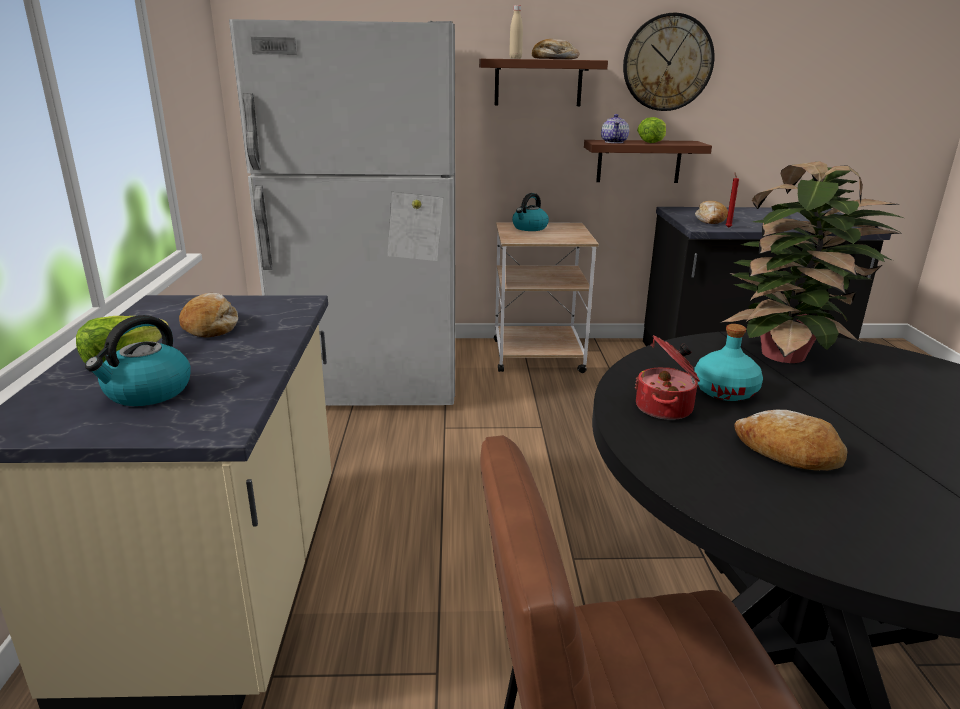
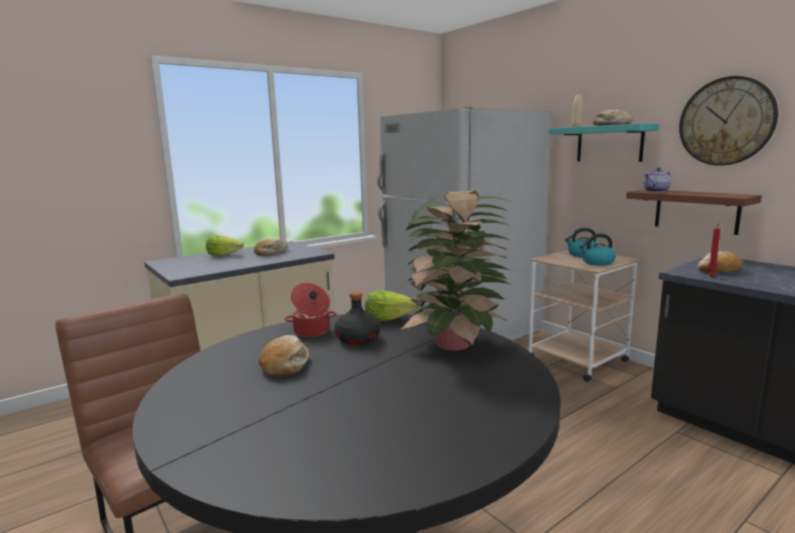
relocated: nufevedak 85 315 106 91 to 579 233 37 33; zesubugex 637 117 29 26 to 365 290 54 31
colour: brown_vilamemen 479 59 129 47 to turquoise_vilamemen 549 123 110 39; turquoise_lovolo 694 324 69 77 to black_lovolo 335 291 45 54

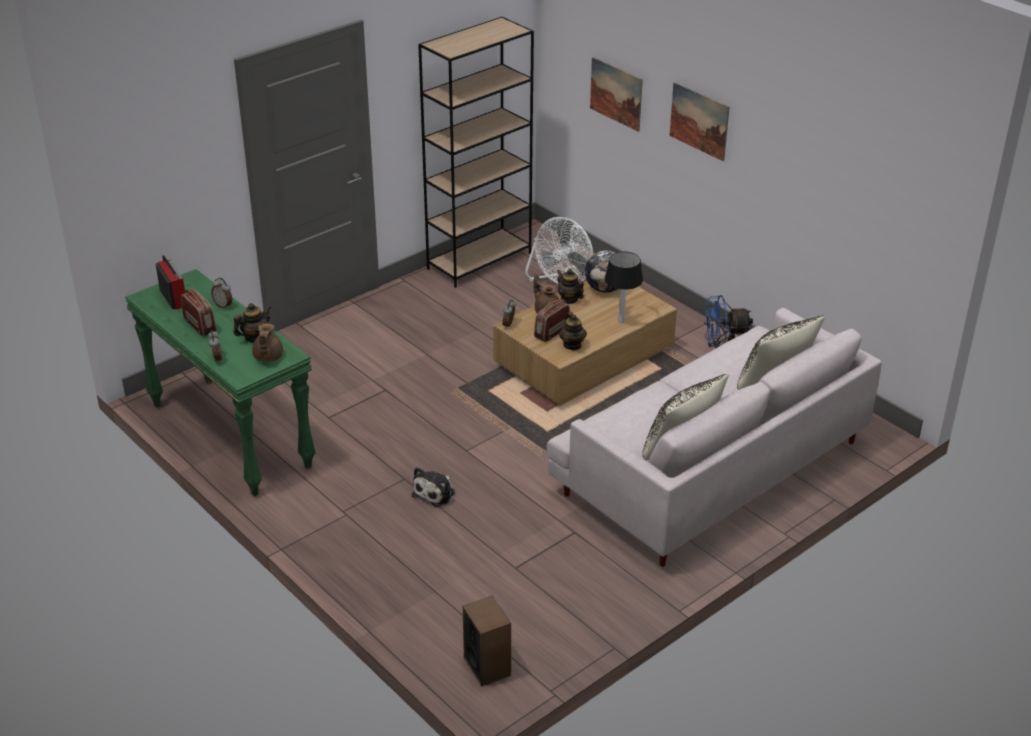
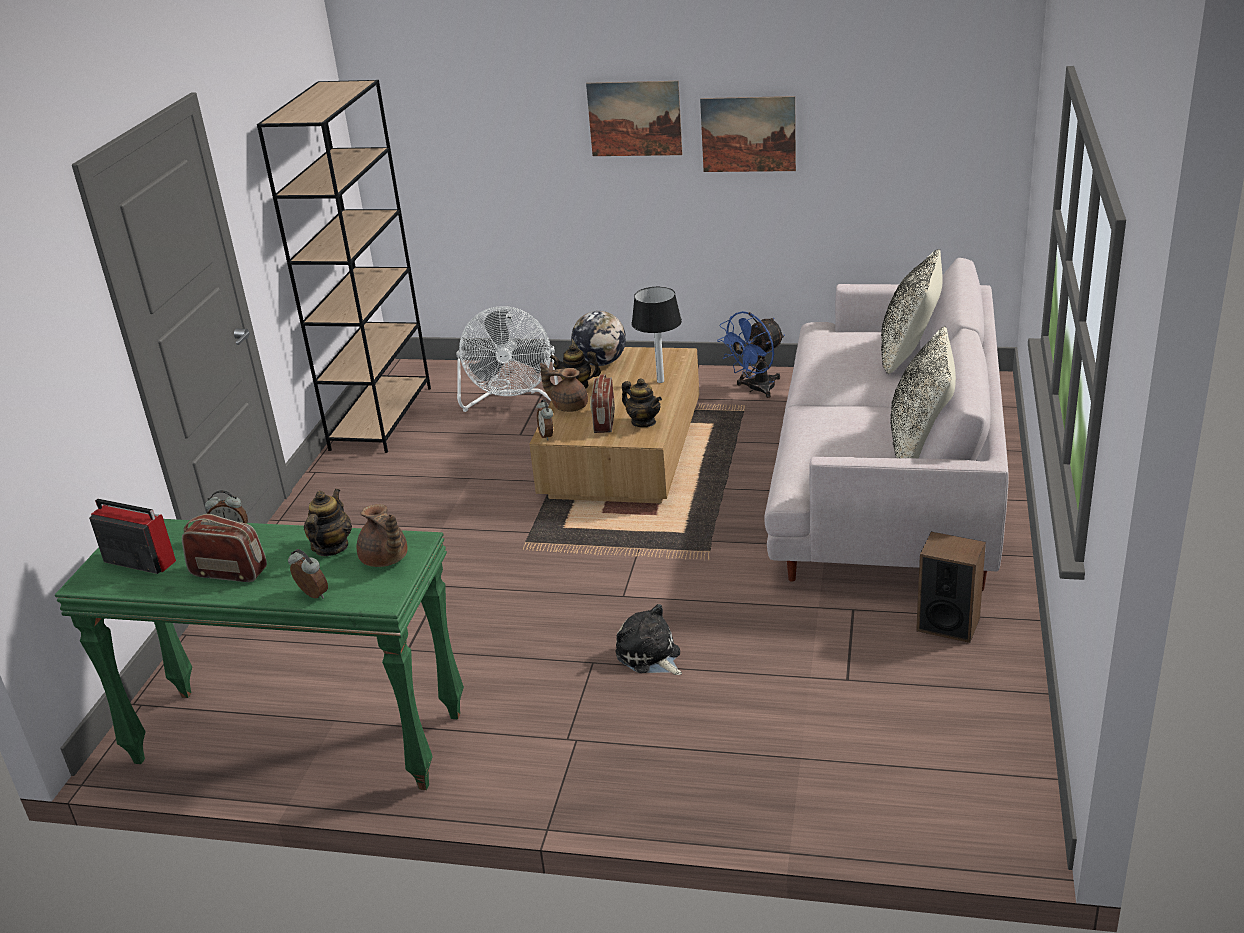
relocated: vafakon 463 595 48 91 to 916 532 70 111; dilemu 590 57 53 75 to 700 96 96 76
spun: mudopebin 412 467 43 40 = 615 604 67 71 150 degrees clockwise

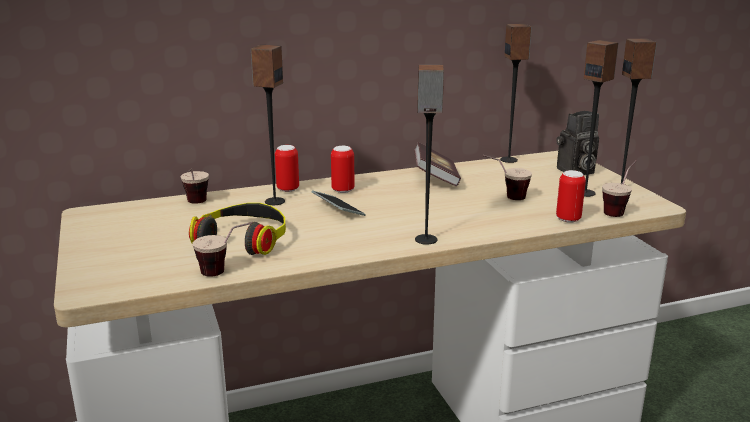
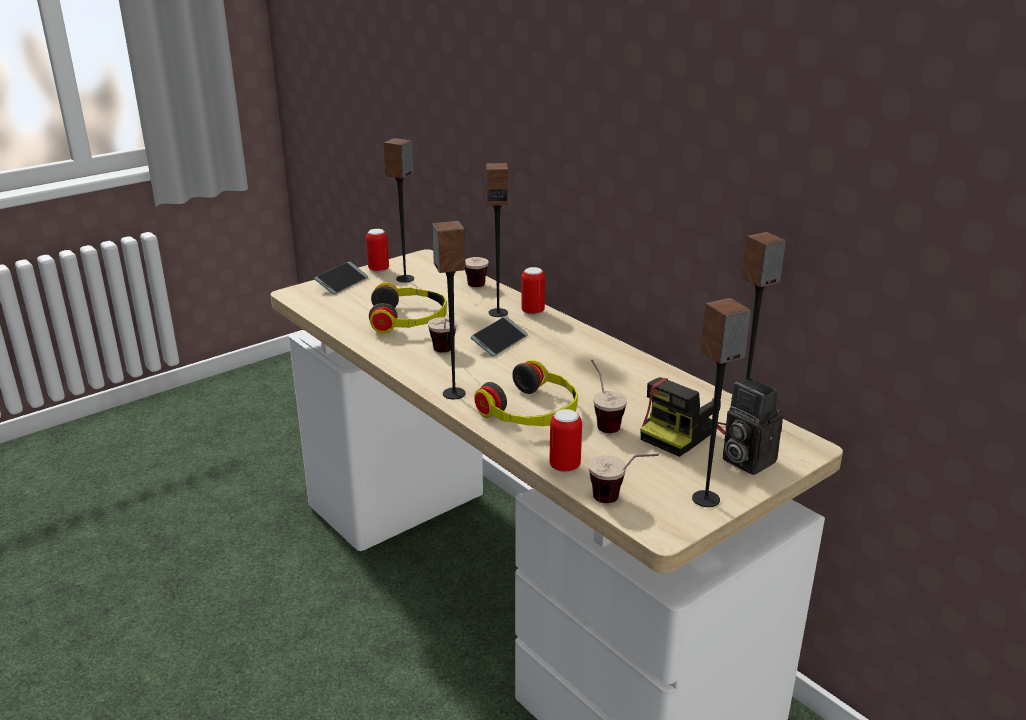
missing: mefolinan 414 142 47 44
appeared: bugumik 314 261 54 34; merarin 474 360 104 66; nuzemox 640 377 86 80
relocated: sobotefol 192 222 61 55 to 428 317 29 35; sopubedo 331 146 24 47 to 366 229 23 43; vafakon 584 40 34 157 to 384 138 30 145

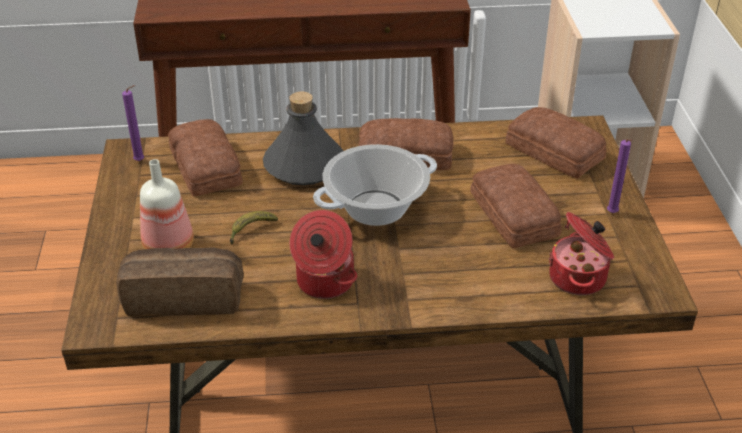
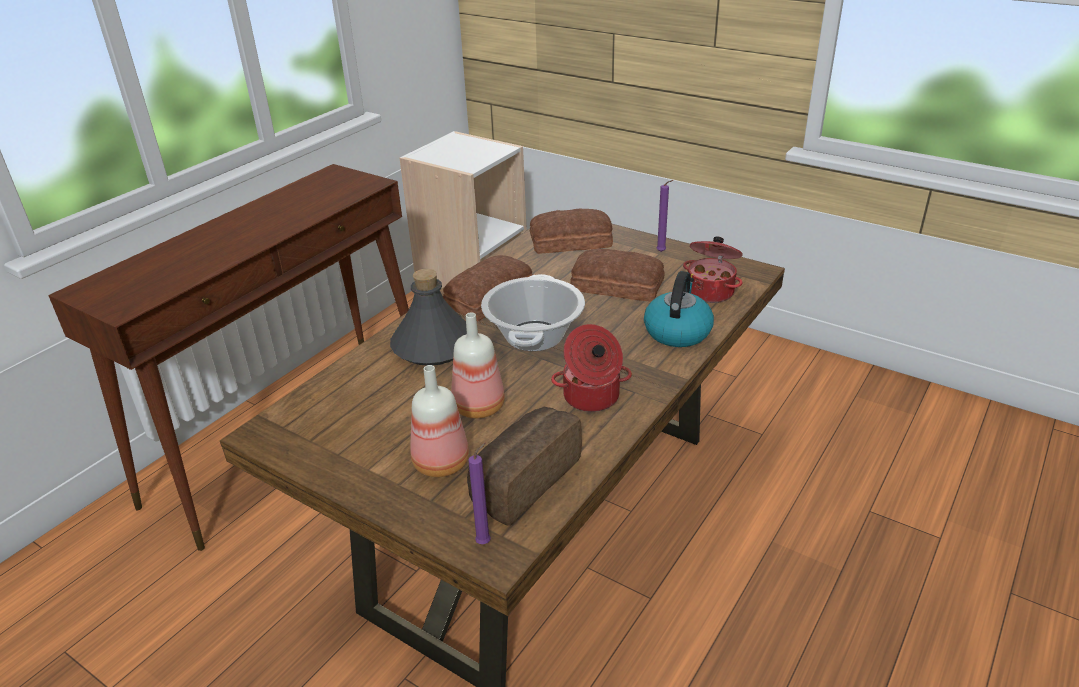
missing: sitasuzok 168 119 75 78
appeared: nufevedak 644 271 70 76
relocated: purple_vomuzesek 122 85 22 76 to 468 443 23 101
exchanged: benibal 230 211 48 33 to lovolo 451 312 54 106

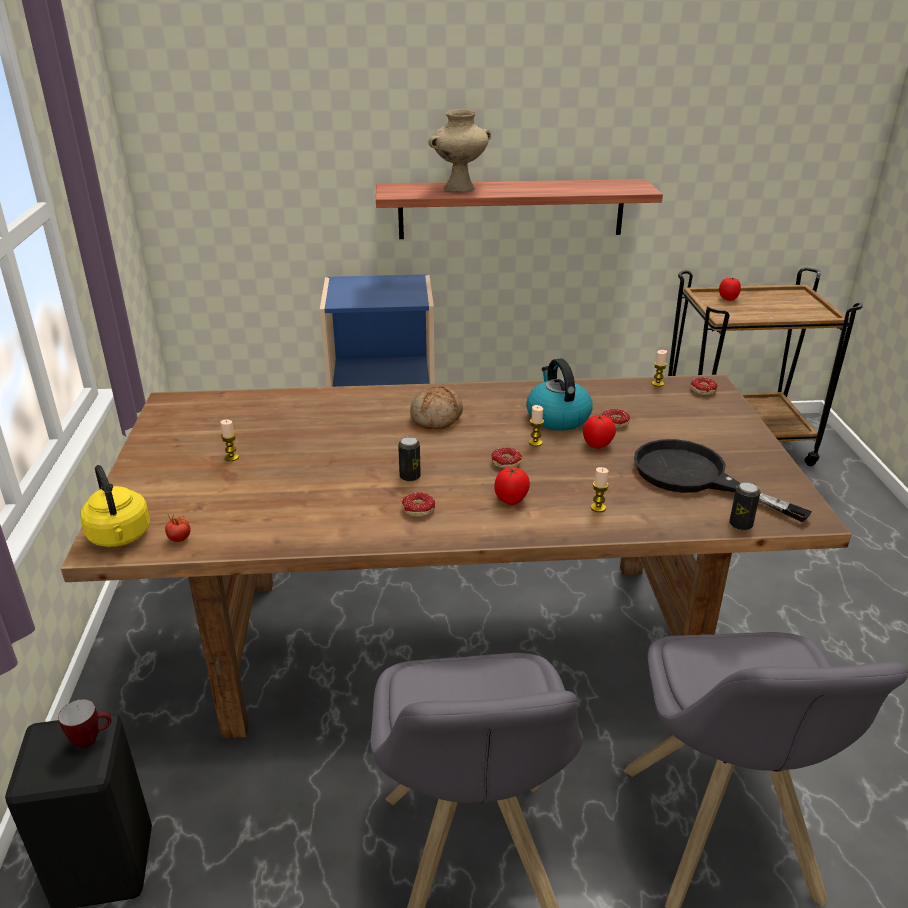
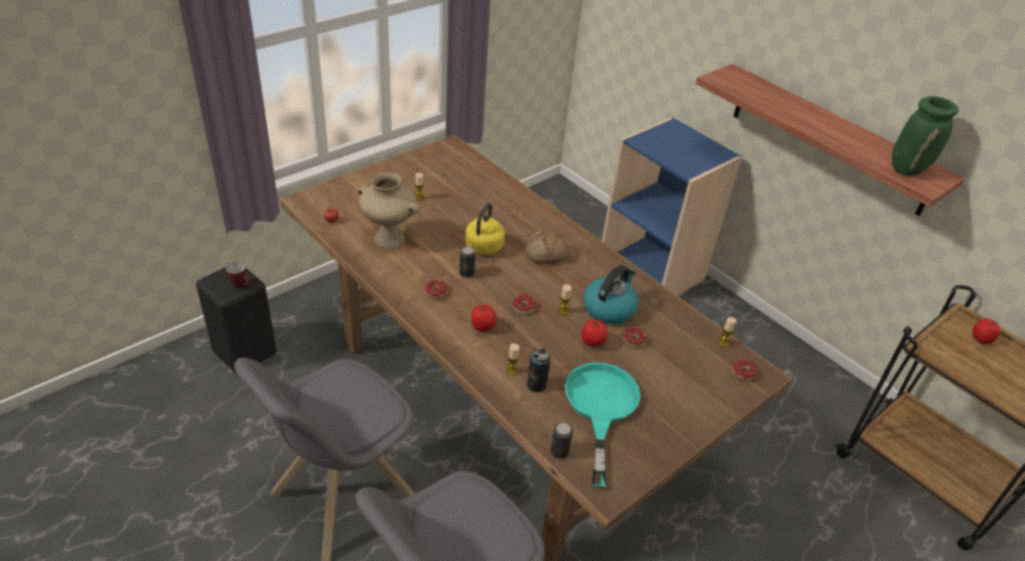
appeared: sopubedo 527 348 24 44; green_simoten 892 96 67 80
relocated: yellow_nufevedak 80 465 70 82 to 465 203 40 52; beige_simoten 428 110 63 82 to 358 172 62 77
colour: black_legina 634 439 178 83 to turquoise_legina 565 363 76 124

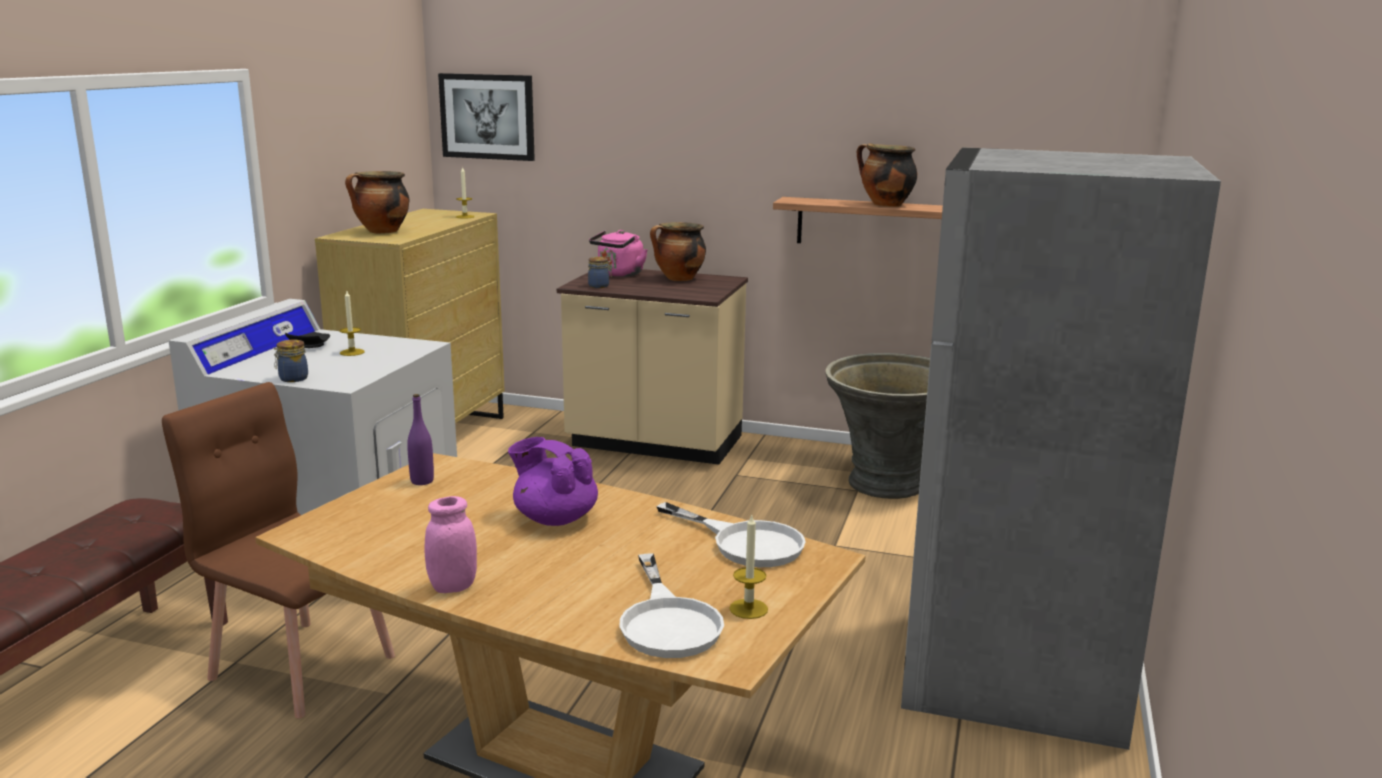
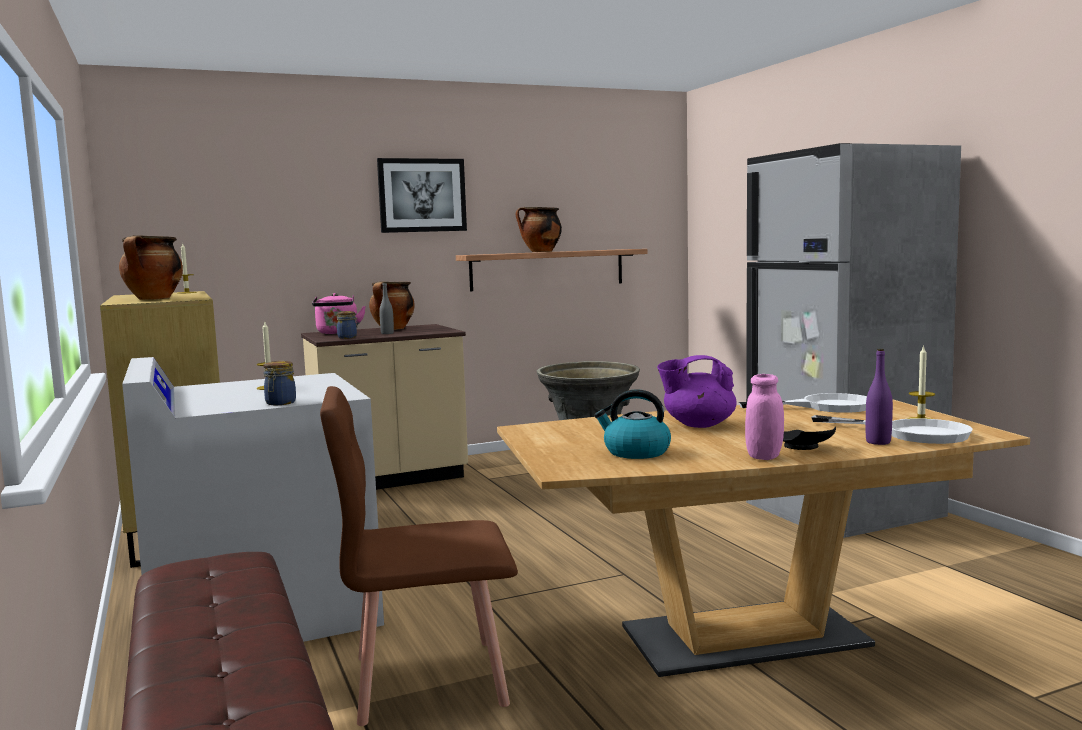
appeared: grey_lovolo 379 282 15 52; nufevedak 594 389 77 70
relocated: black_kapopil 285 332 45 16 to 783 427 53 23; purple_lovolo 407 394 27 91 to 866 349 27 96; dilemu 438 73 97 88 to 377 158 90 75

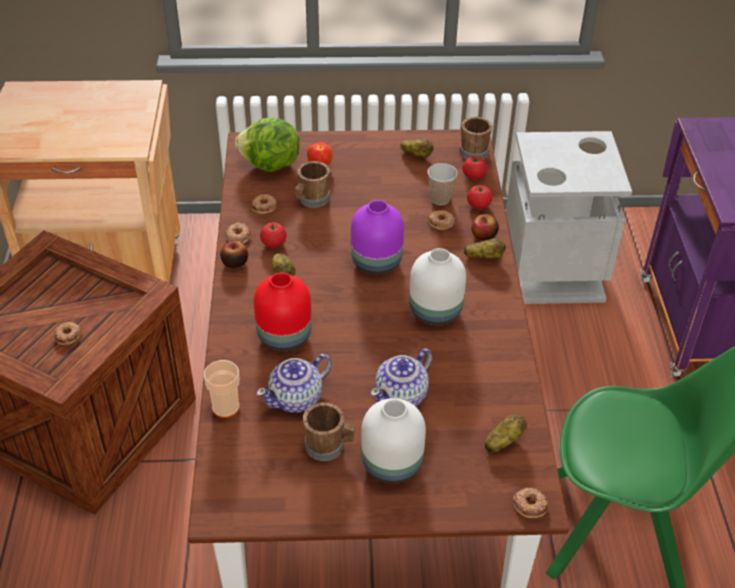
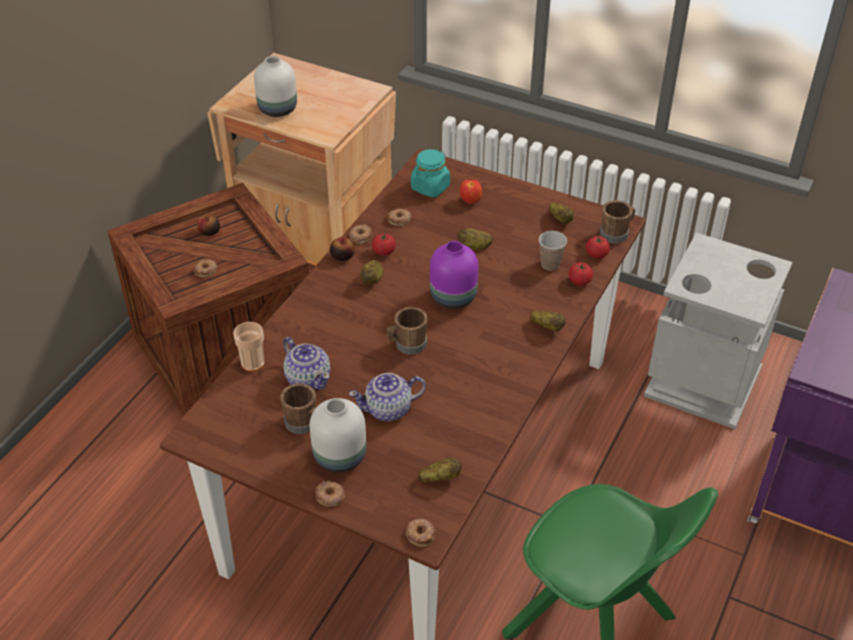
missing: red_simoten 254 272 58 79
appeared: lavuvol 457 228 35 22
relocated: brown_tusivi 295 161 35 47 to 387 307 41 47; white_simoten 409 248 57 78 to 254 56 43 61; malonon 428 210 27 20 to 315 480 30 27; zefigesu 471 214 28 27 to 197 214 23 22
exchanged: zesubugex 235 118 65 54 to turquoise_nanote 411 149 39 48
spun: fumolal 256 354 76 59 = 283 337 48 53 120 degrees counterclockwise

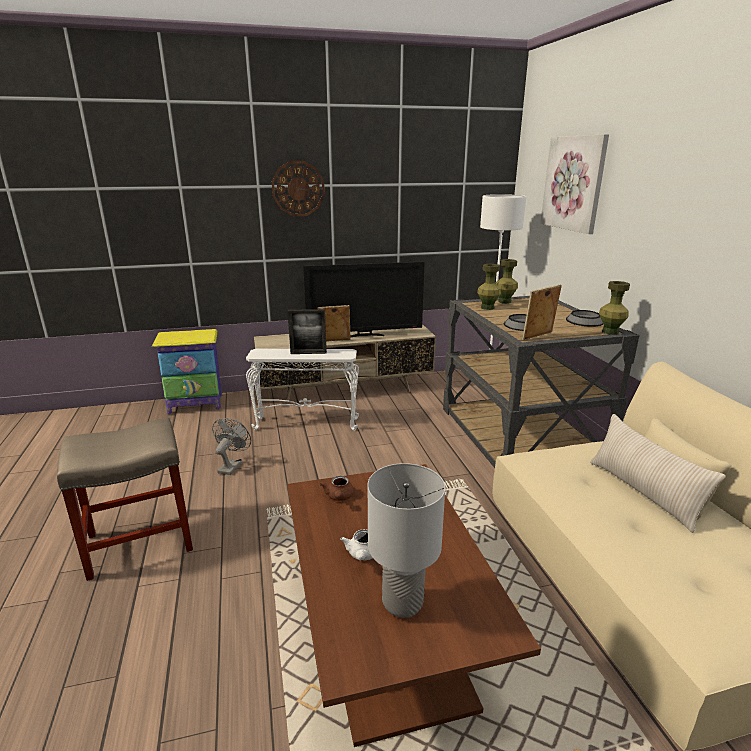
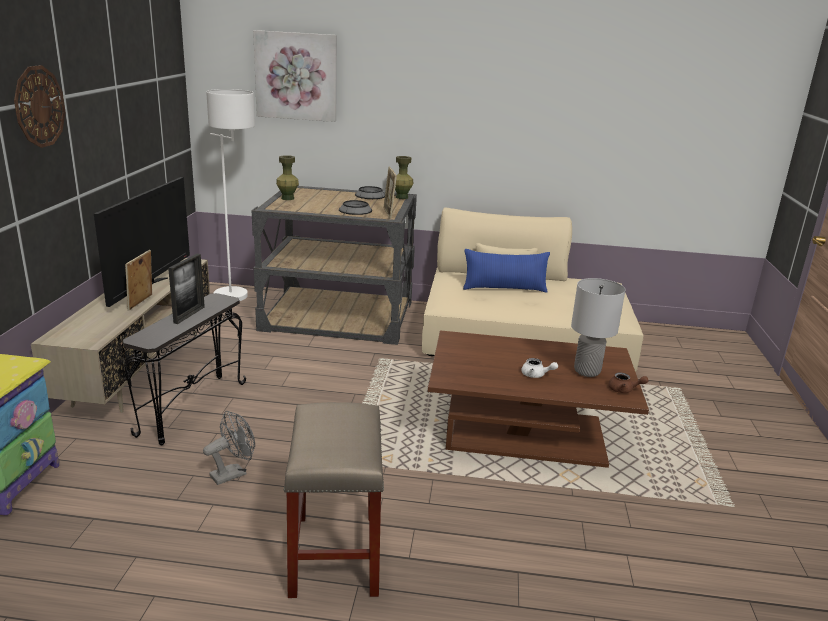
missing: green_simoten 477 264 24 46
relocated: brown_fumolal 320 476 34 25 to 608 373 41 20
colour: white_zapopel 246 349 113 82 to black_zapopel 123 293 123 153; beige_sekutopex 590 414 136 119 to blue_sekutopex 463 249 87 44
spun: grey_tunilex 212 418 39 57 = 203 411 52 74 105 degrees clockwise

